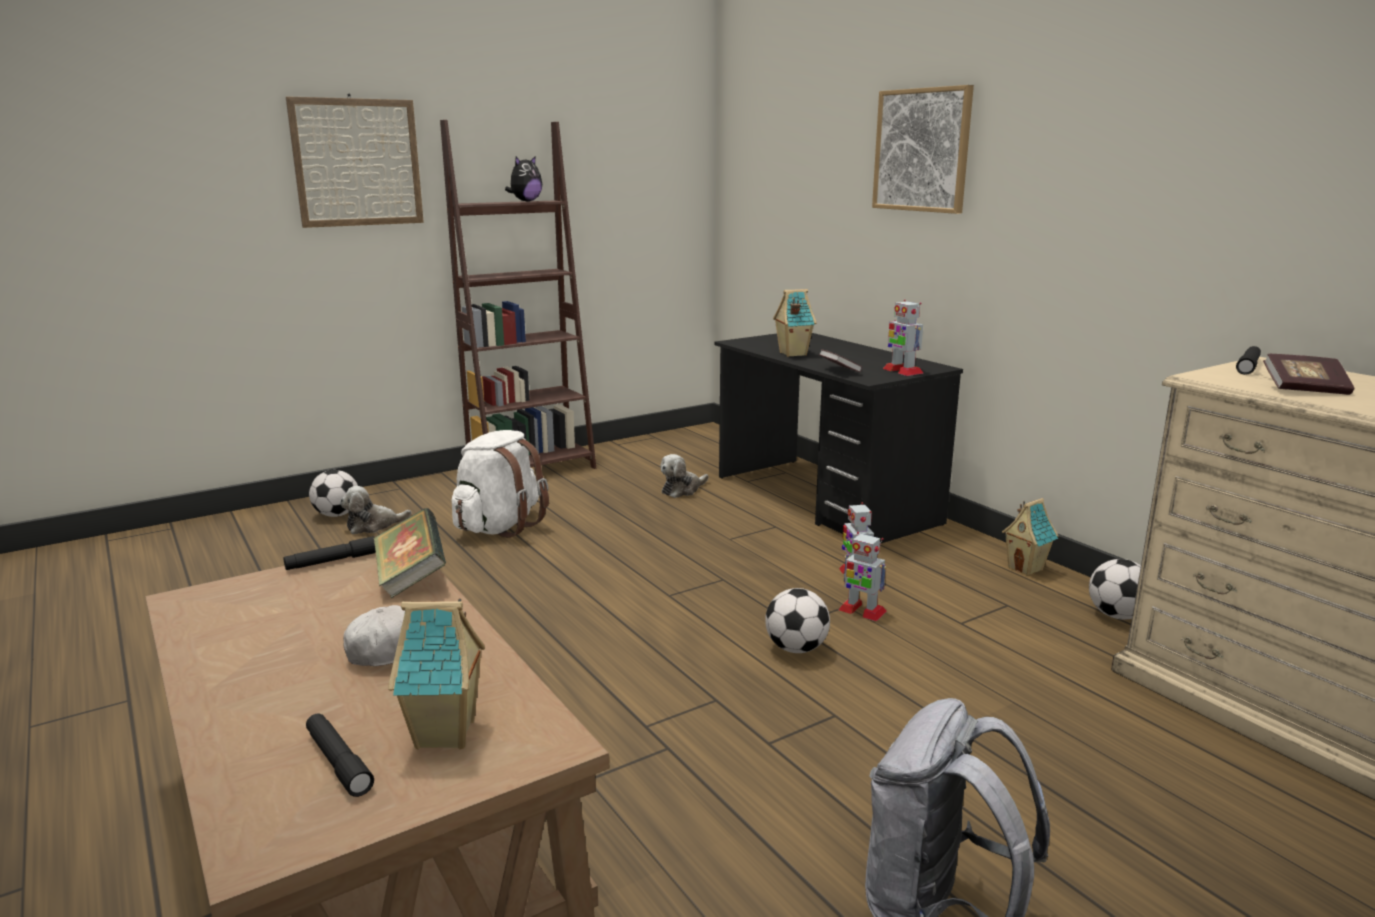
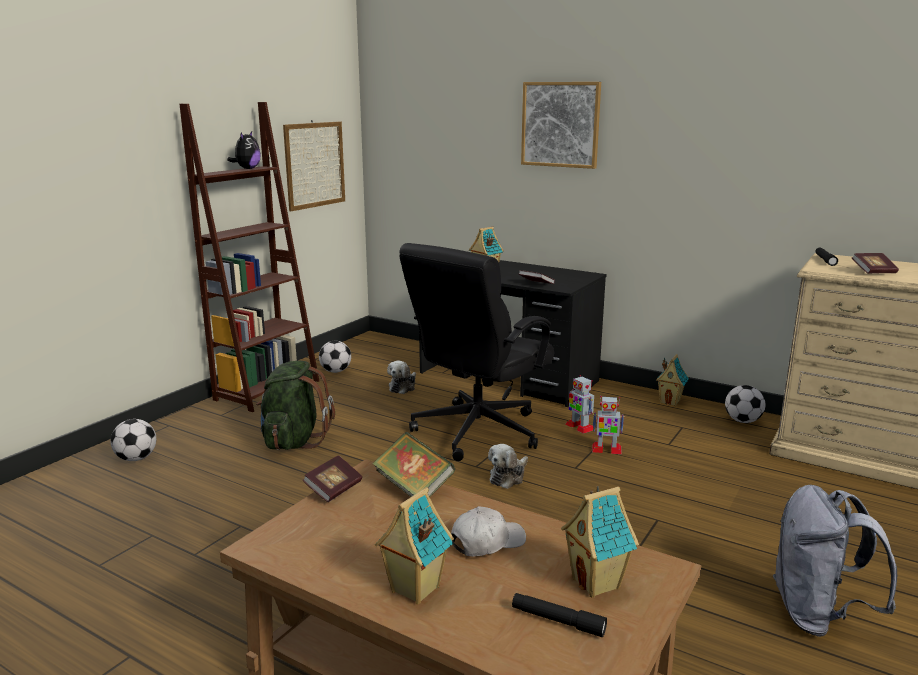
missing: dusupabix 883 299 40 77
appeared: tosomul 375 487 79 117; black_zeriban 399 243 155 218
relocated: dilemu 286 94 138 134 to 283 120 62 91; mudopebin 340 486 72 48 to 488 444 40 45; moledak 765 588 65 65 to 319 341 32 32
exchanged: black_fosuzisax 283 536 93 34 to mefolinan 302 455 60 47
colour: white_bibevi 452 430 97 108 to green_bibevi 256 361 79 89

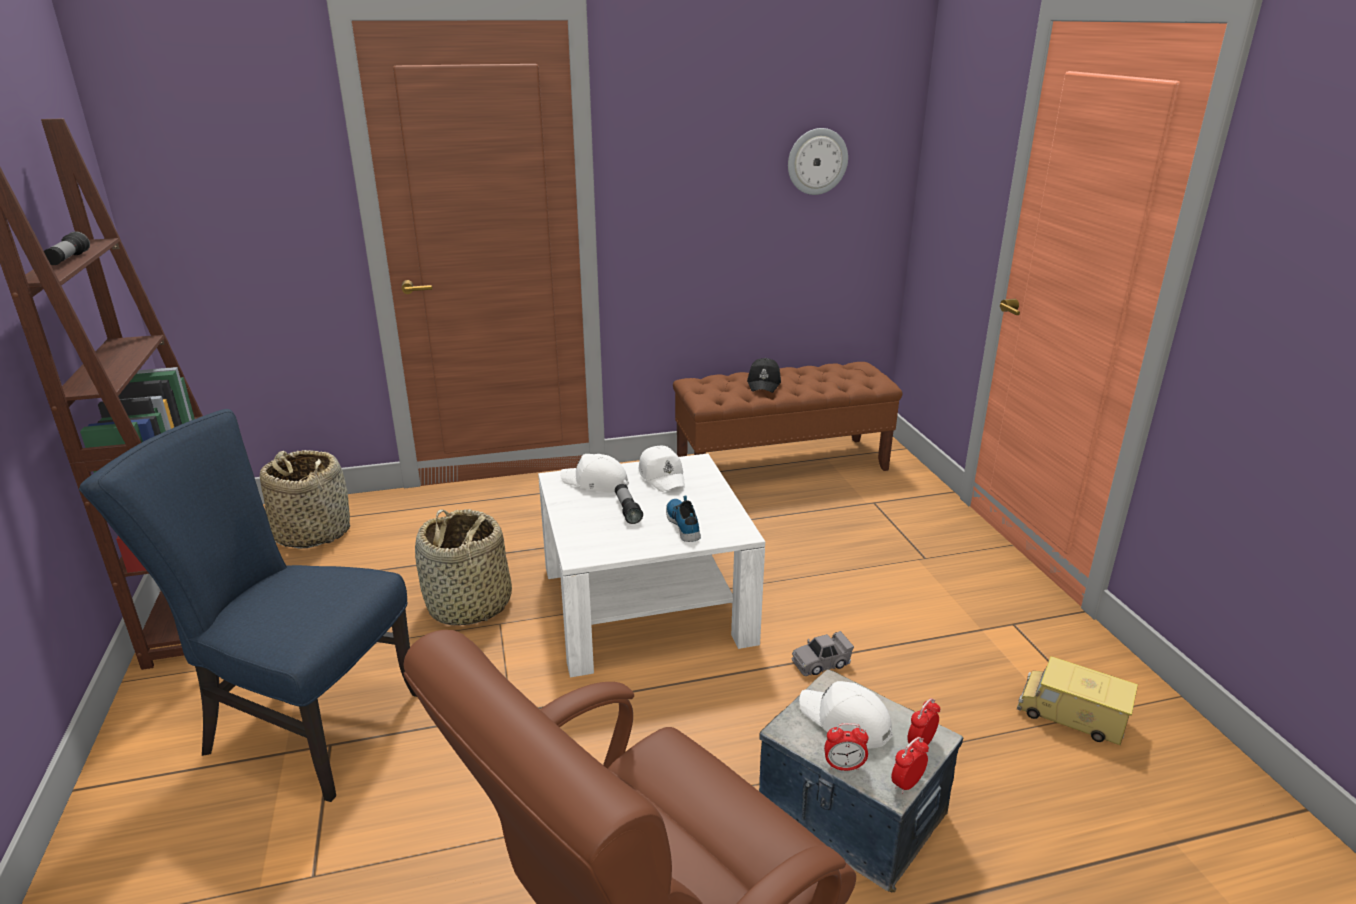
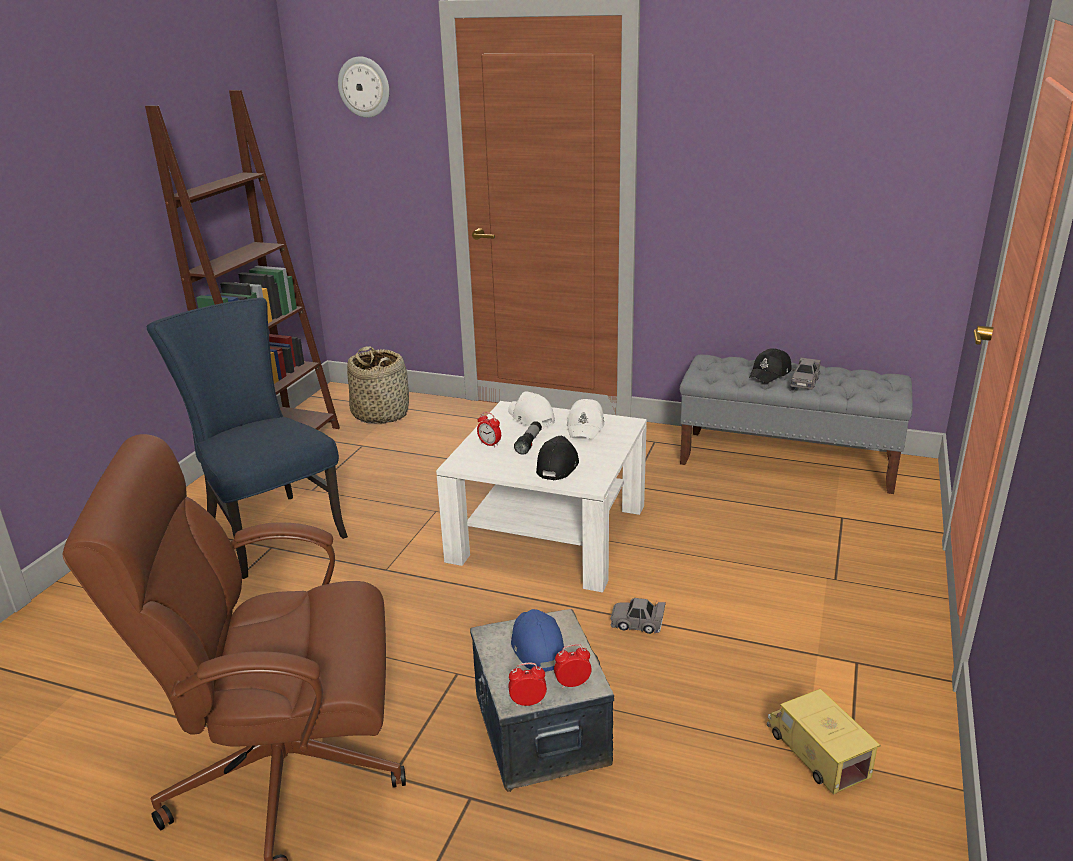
missing: fosuzisax 44 231 46 34; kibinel 415 509 97 116
appeared: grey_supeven 790 357 31 33
relocated: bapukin 788 128 60 67 to 338 56 51 62; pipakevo 824 723 44 48 to 477 412 24 35
exchanged: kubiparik 666 495 35 47 to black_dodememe 536 436 43 44
colour: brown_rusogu 673 362 230 109 to grey_rusogu 680 355 233 139; white_dodememe 799 681 94 67 to blue_dodememe 511 609 53 63

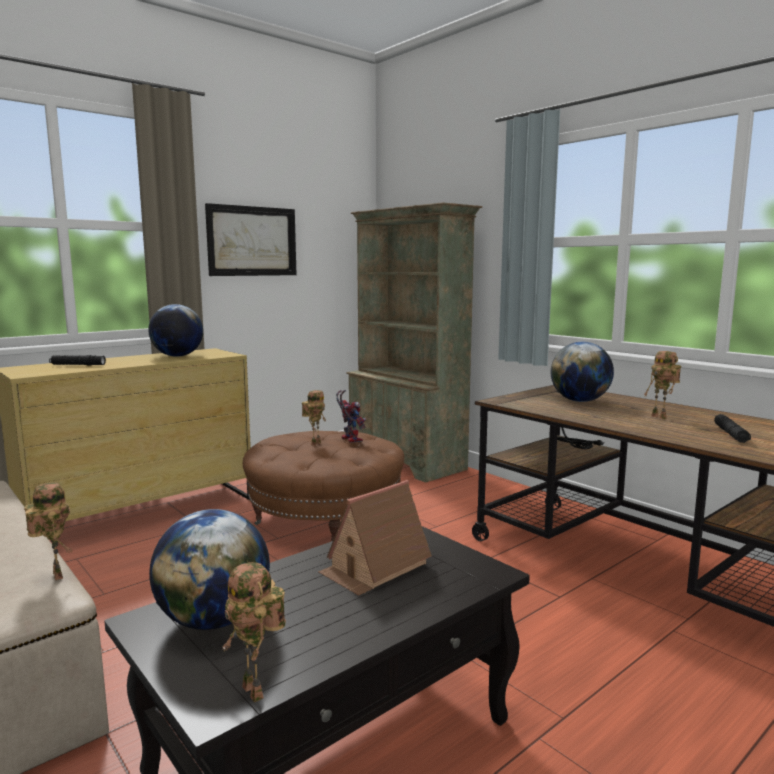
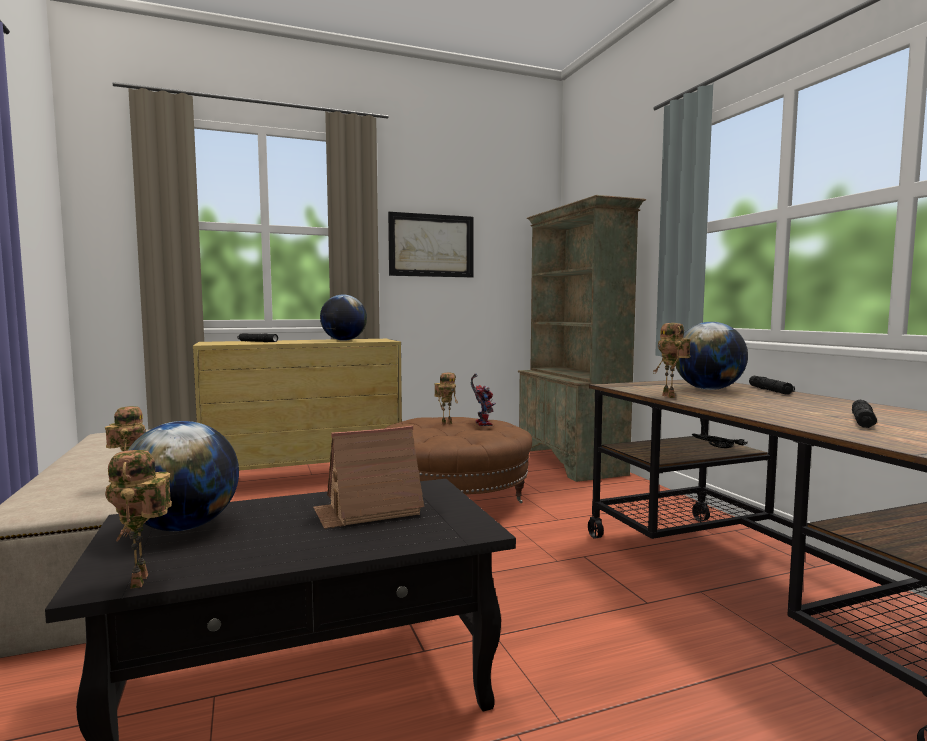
appeared: black_fosuzisax 749 376 46 19
relocated: dusupabix 644 351 37 68 to 653 323 38 75

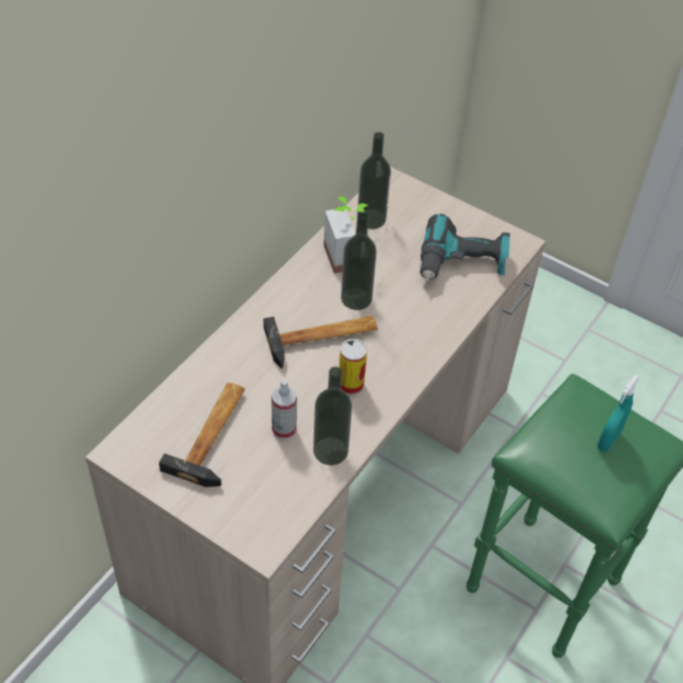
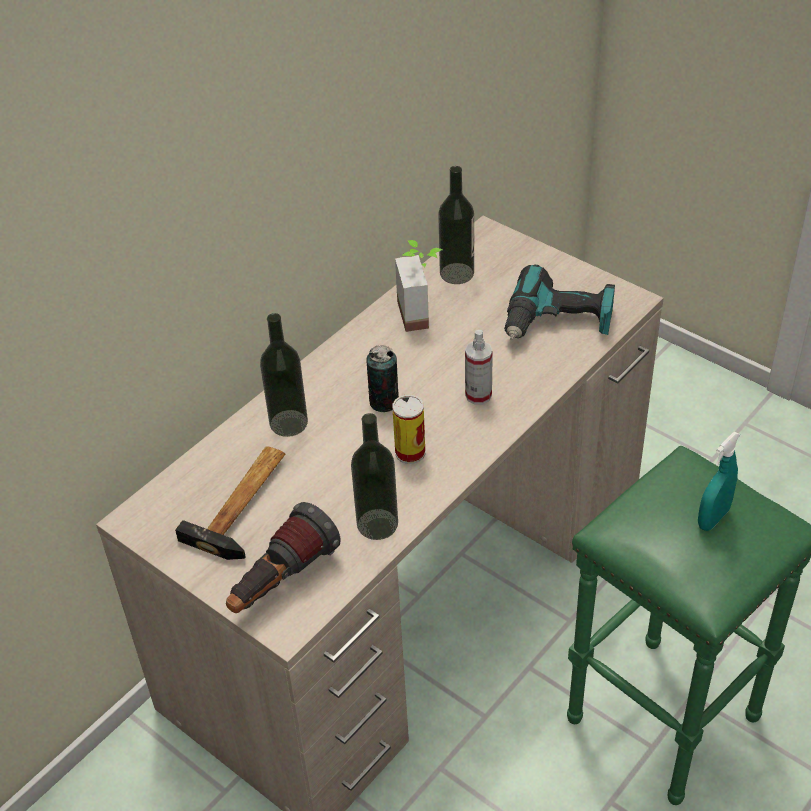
appeared: fosuzisax 226 502 115 111
relocated: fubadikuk 271 379 26 60 to 465 330 28 74; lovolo 341 212 36 98 to 260 313 48 124
exchanged: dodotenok 263 316 115 53 to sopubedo 366 345 33 67

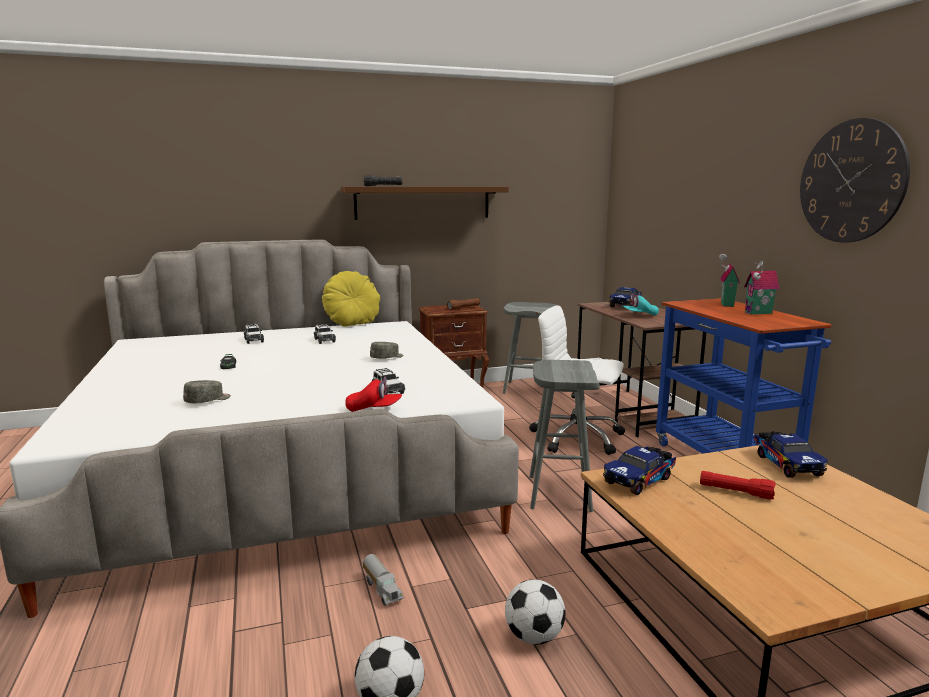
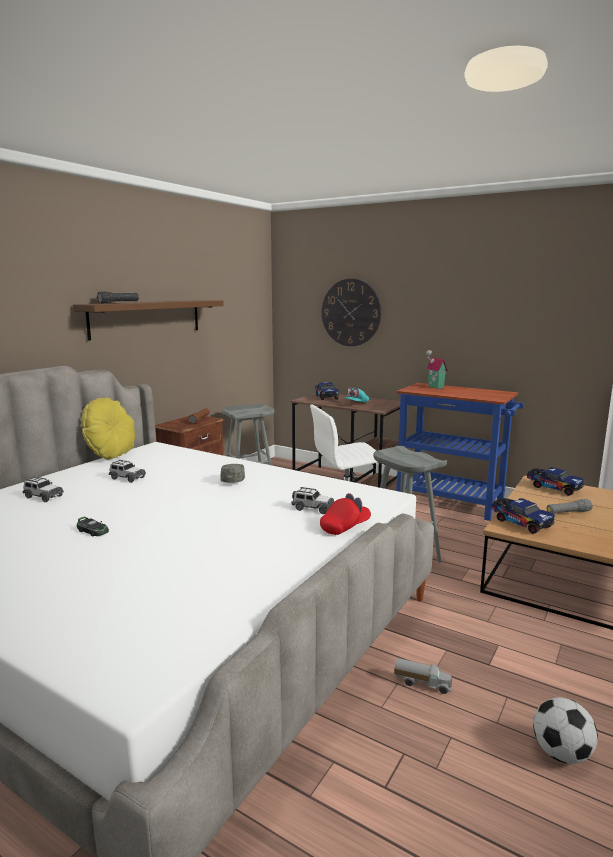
missing: grey_dodememe 183 380 48 23; moledak 505 579 61 66; tosomul 744 261 36 54
relocated: bapukin 800 118 110 125 to 322 279 59 67
colour: red_fosuzisax 700 471 76 29 to grey_fosuzisax 547 499 46 15
spun: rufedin 603 446 73 49 = 492 498 63 36 45 degrees counterclockwise

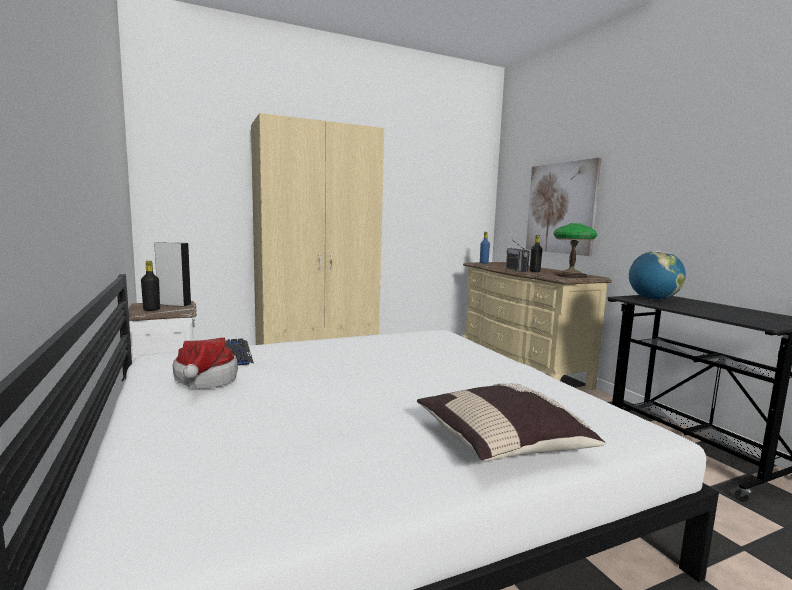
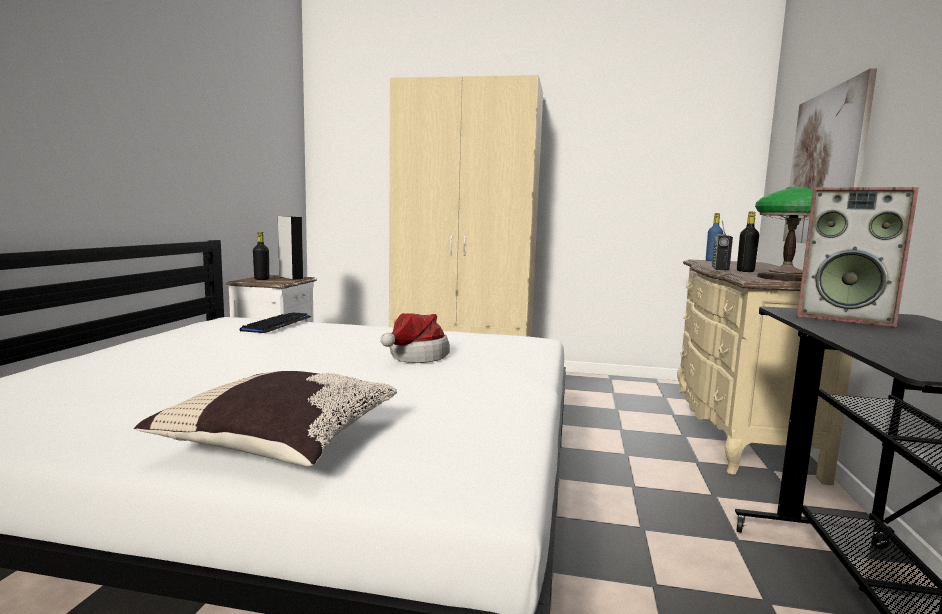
relocated: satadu 173 338 65 51 to 381 313 69 50
exchanged: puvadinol 629 251 57 49 to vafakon 797 187 122 140

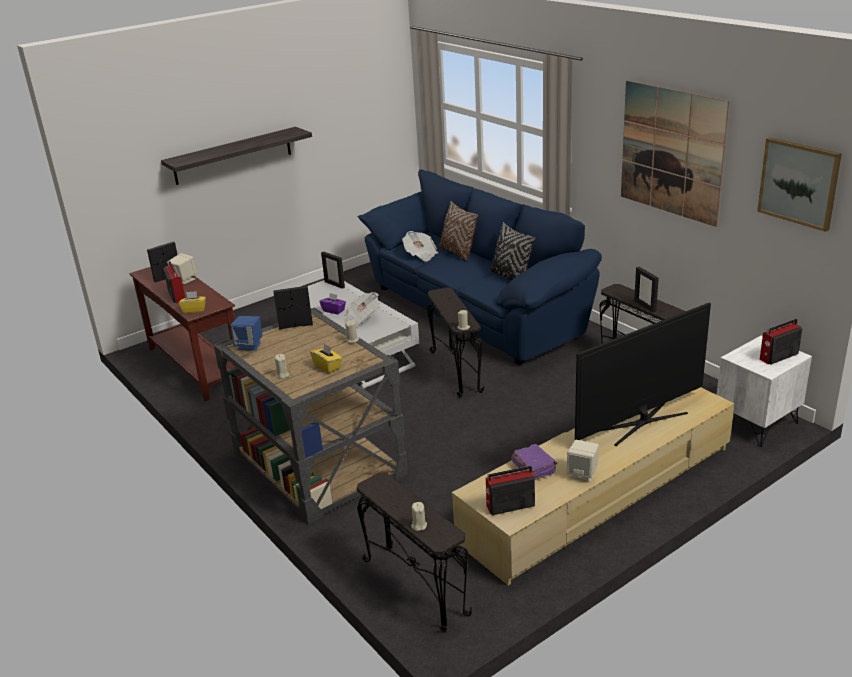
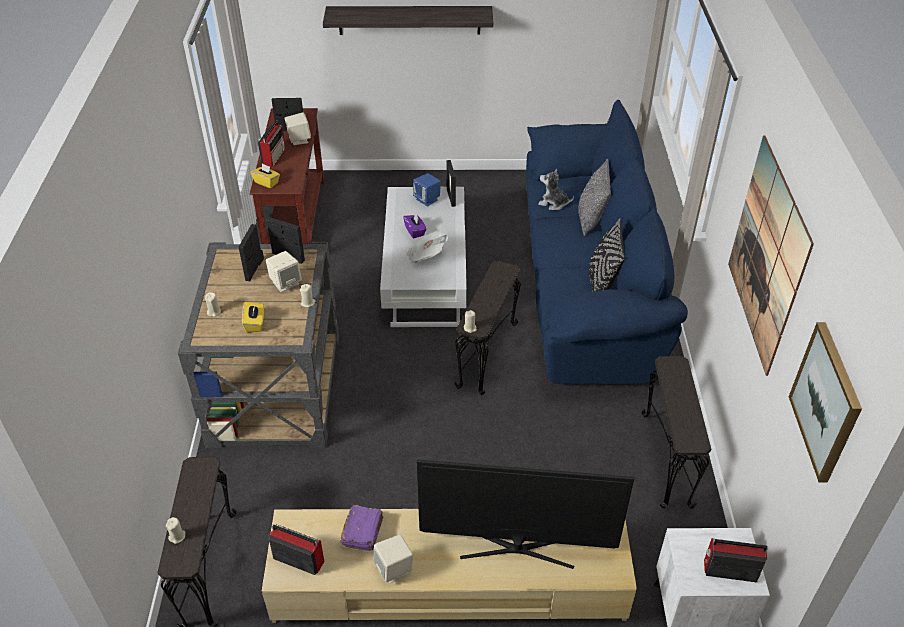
appeared: beige_vafakon 266 251 36 41
relocated: blue_vafakon 231 316 31 35 to 413 173 28 33; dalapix 634 267 25 46 to 239 224 25 57
exchanged: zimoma 402 231 36 31 to mudopebin 538 169 36 41
colour: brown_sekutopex 439 201 39 60 to grey_sekutopex 578 159 33 77

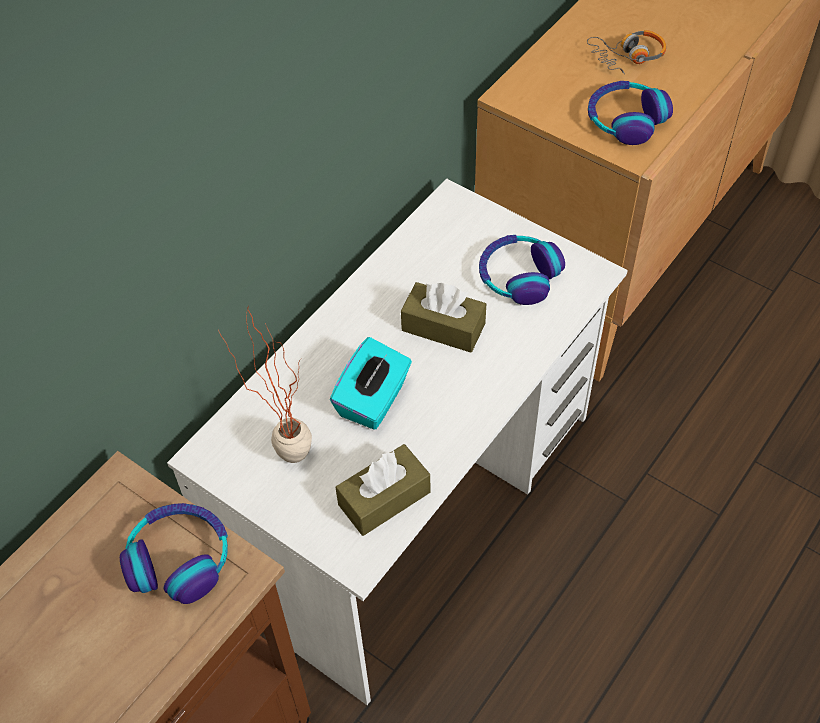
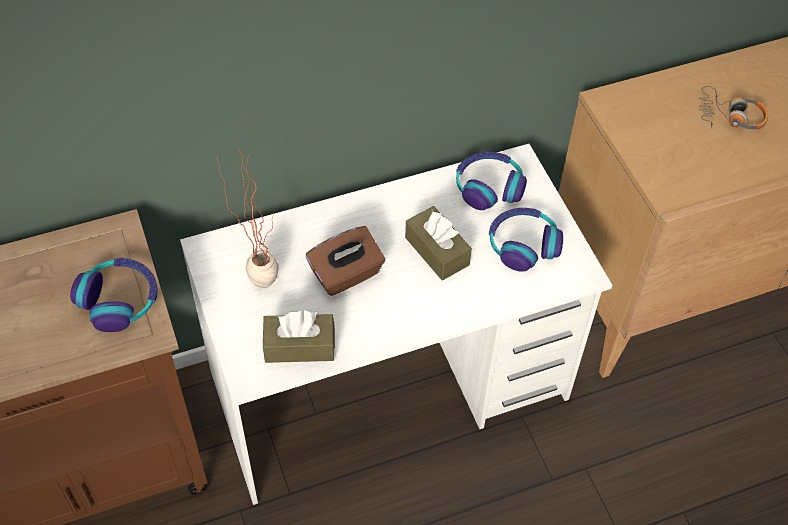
relocated: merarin 588 81 85 64 to 456 152 71 58
colour: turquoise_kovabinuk 330 337 82 93 to brown_kovabinuk 306 226 79 70

